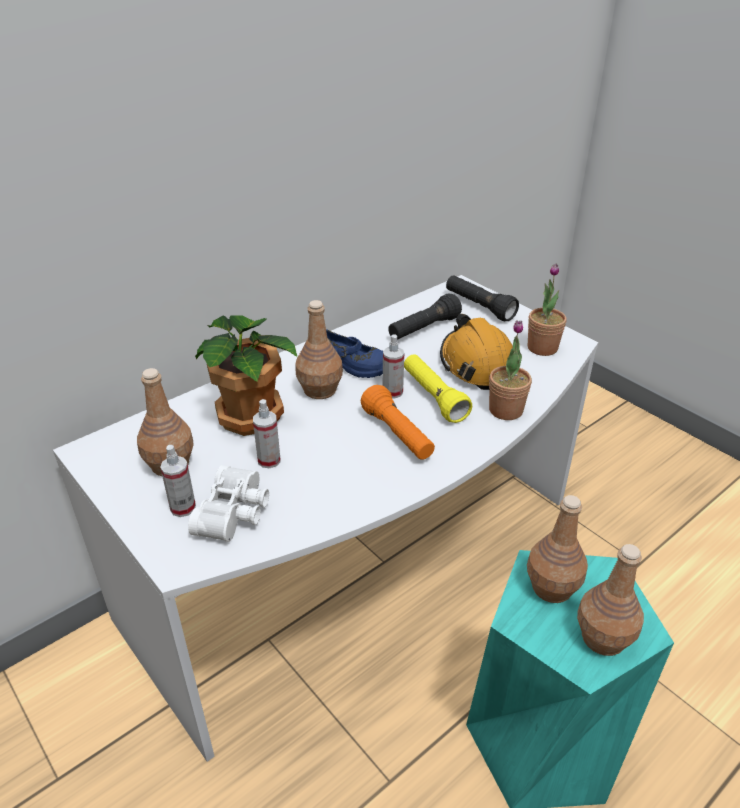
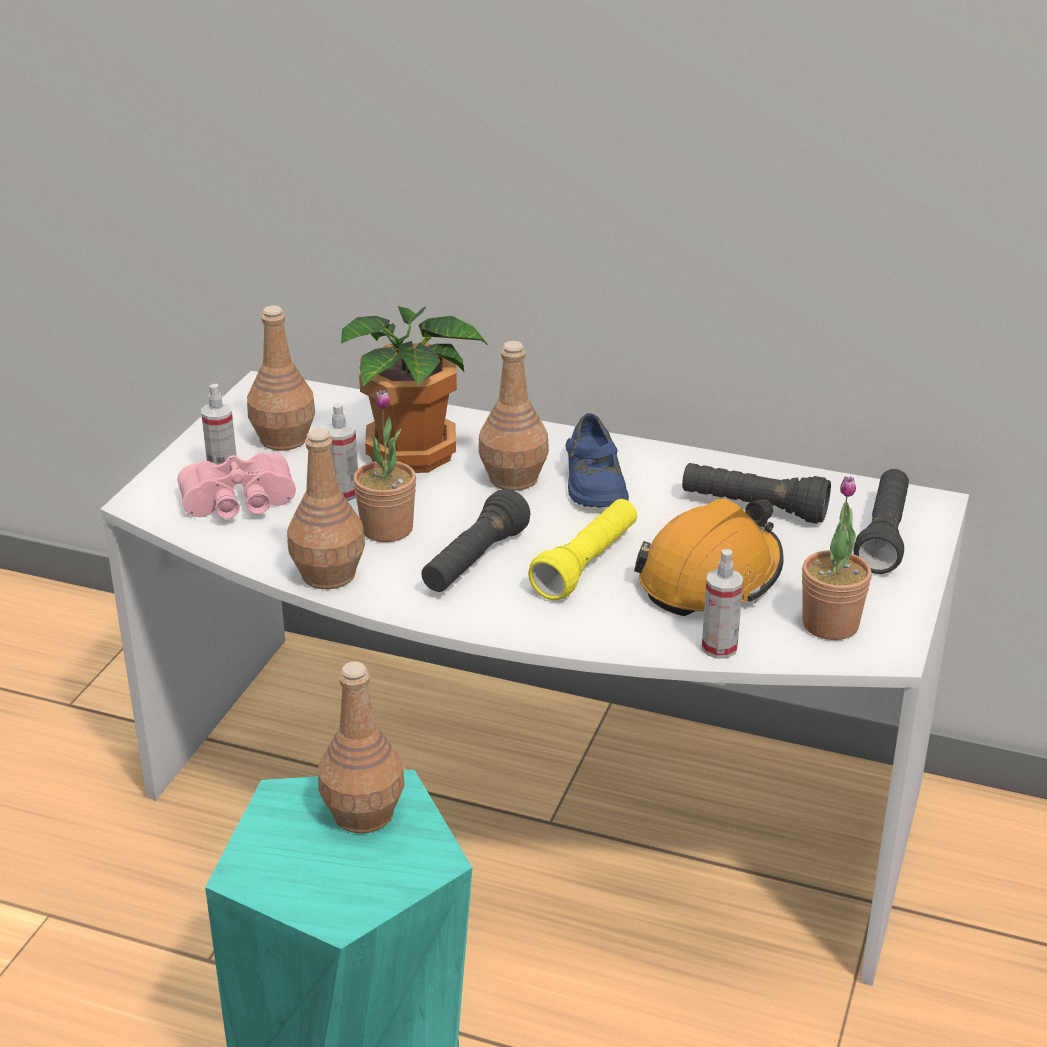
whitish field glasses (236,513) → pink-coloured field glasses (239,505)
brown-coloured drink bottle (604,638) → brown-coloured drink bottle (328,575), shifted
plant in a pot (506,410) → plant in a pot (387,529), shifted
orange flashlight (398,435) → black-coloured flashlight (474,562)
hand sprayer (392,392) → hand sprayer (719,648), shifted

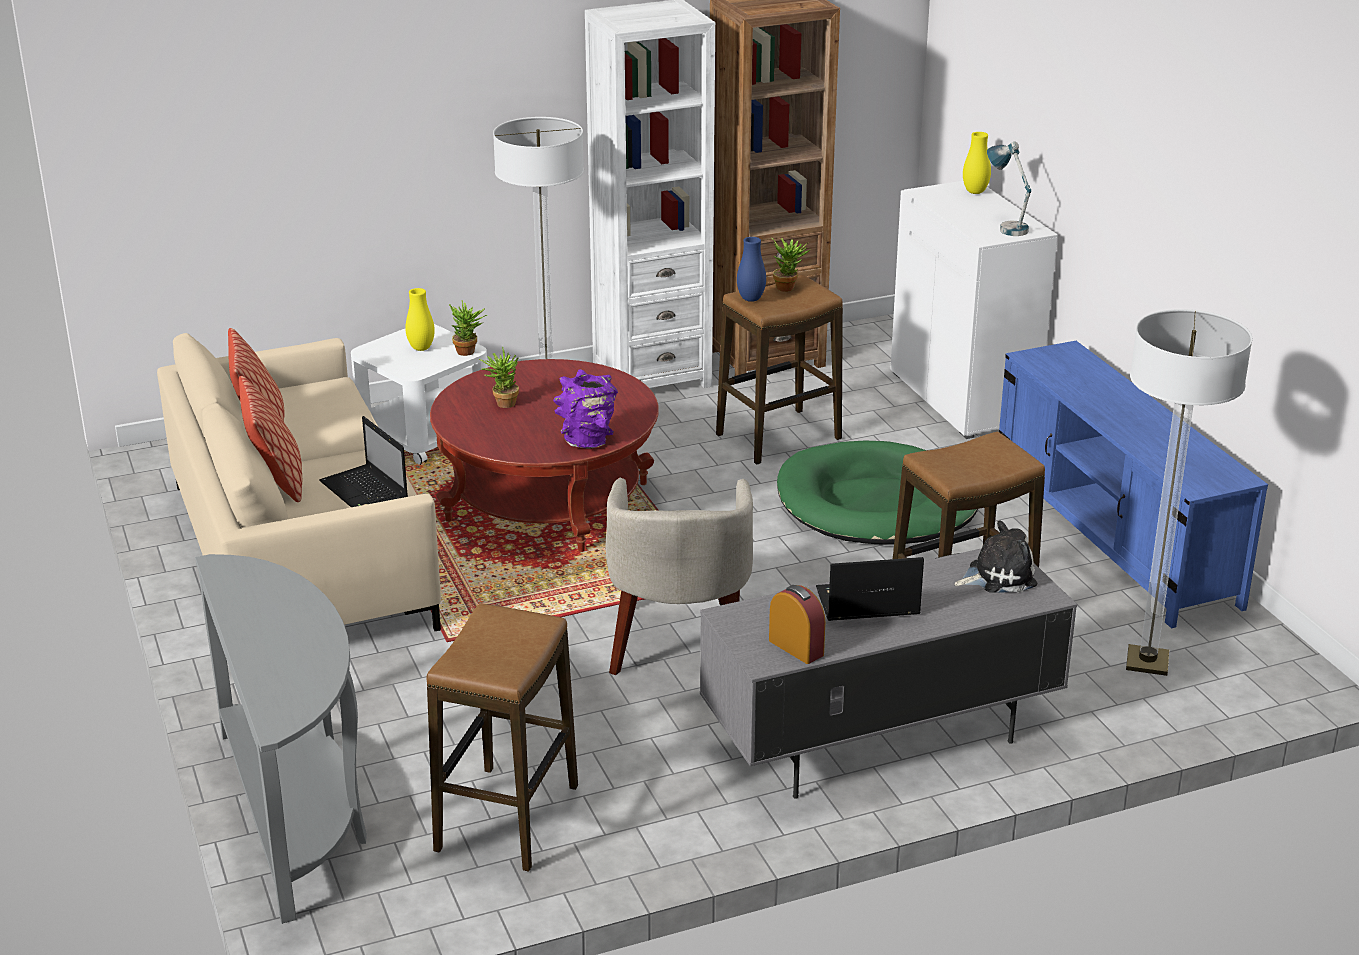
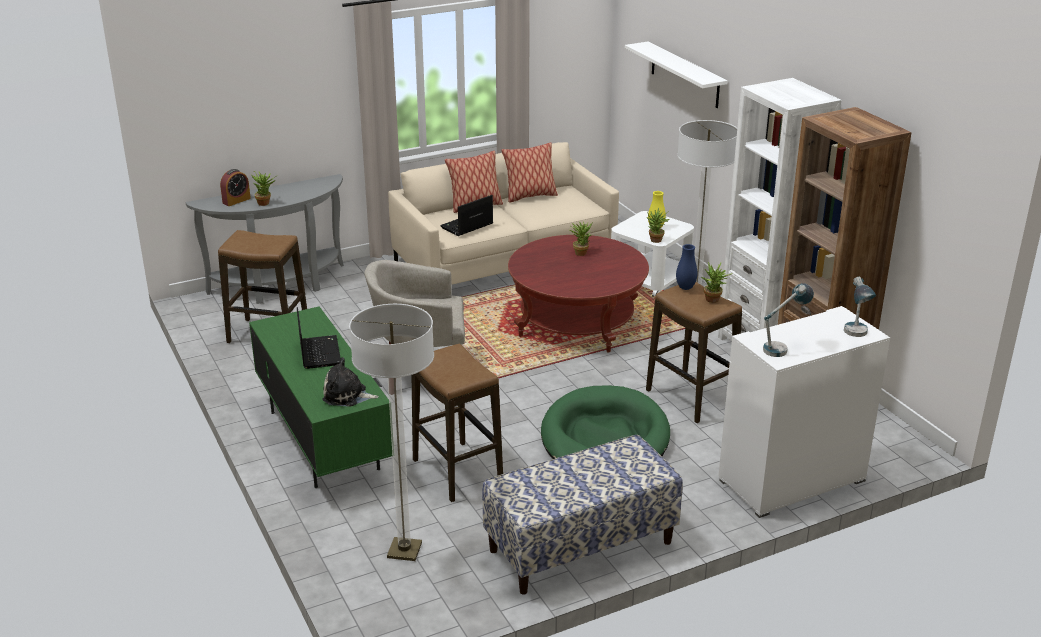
alarm clock (796,647) → alarm clock (236,200), shifted
greyish tv stand (879,740) → green-coloured tv stand (322,440)
- → plant in a pot (266,203)
soft toy (997,576) → soft toy (347,396), 120 degrees clockwise
blue tv stand (1114,536) → long seat (580,547)
- → whitish shelf (685,75)
yellowish decorative vase (975,192) → tabletop lamp (855,336)
purple-coloured decorative vase (588,440) → -

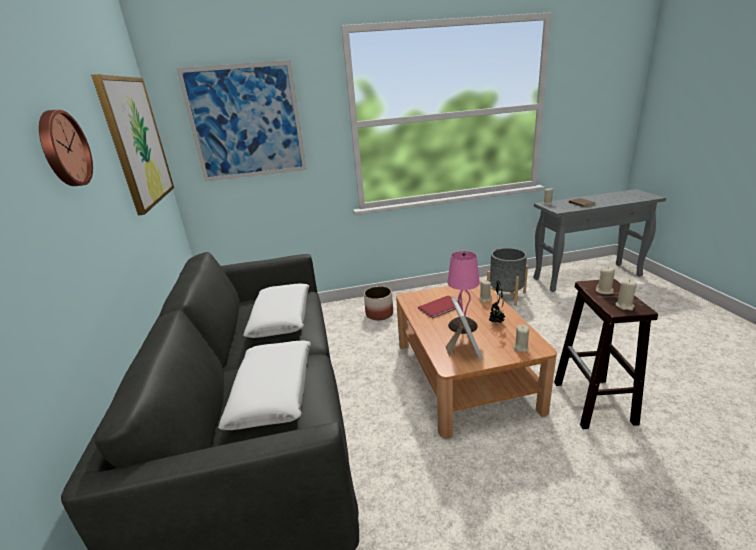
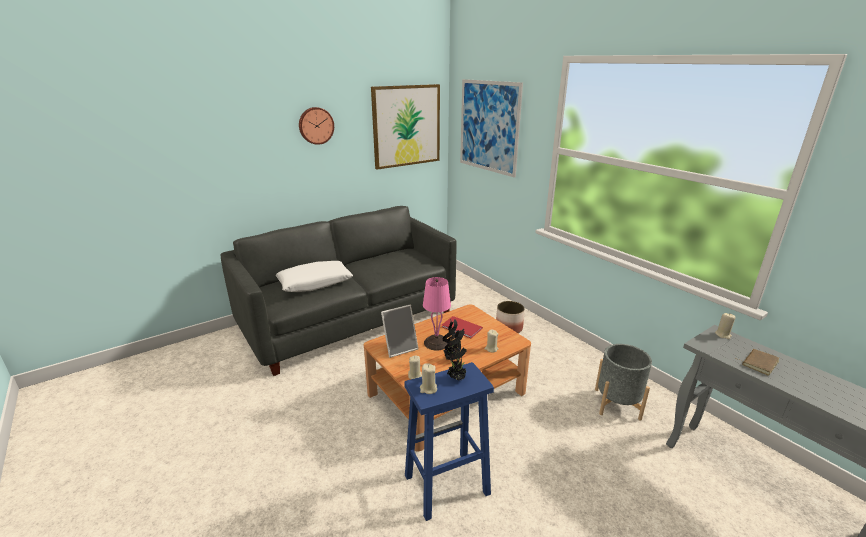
brown-coloured stool seat (594,403) → blue stool seat (445,485)
beige-coloured candle (604,291) → plant in a pot (457,378)
whitish pillow (281,318) → -

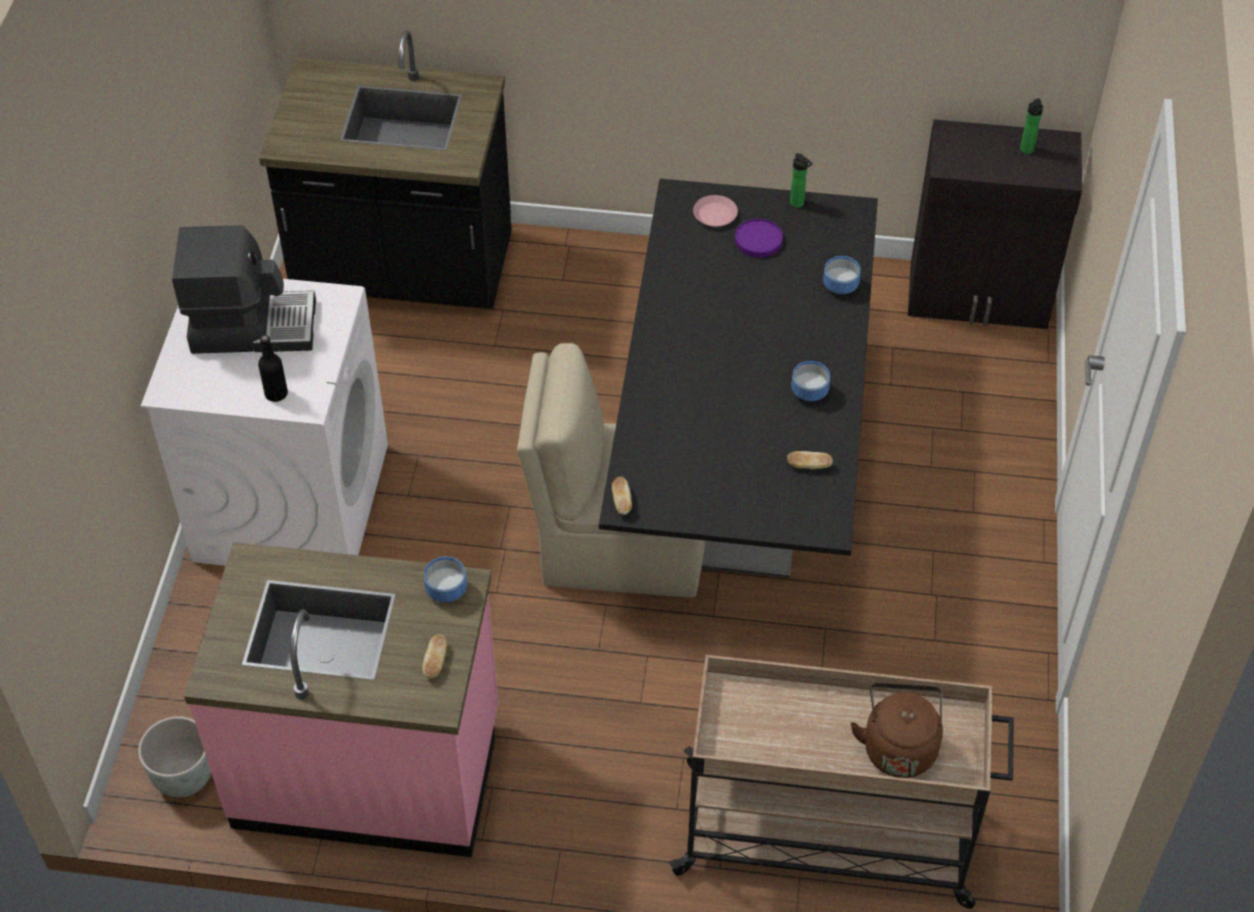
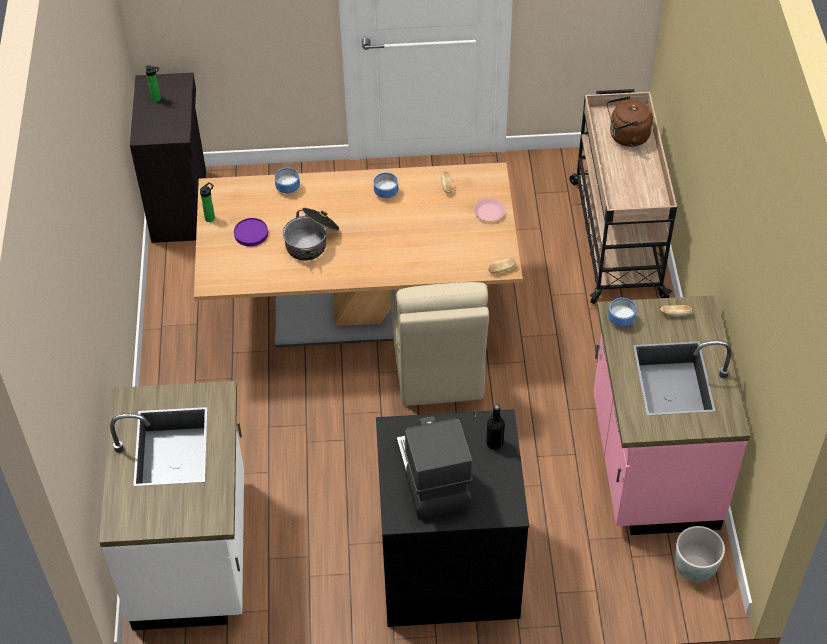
black-coloured counter (403,269) → whitish counter (194,552)
black-coloured dining table (739,471) → beige-coloured dining table (361,311)
- → cooking pot (312,241)
whitish laundry appliance (291,501) → black-coloured laundry appliance (448,568)
pink-coloured flat dish (714,214) → pink-coloured flat dish (489,212), shifted

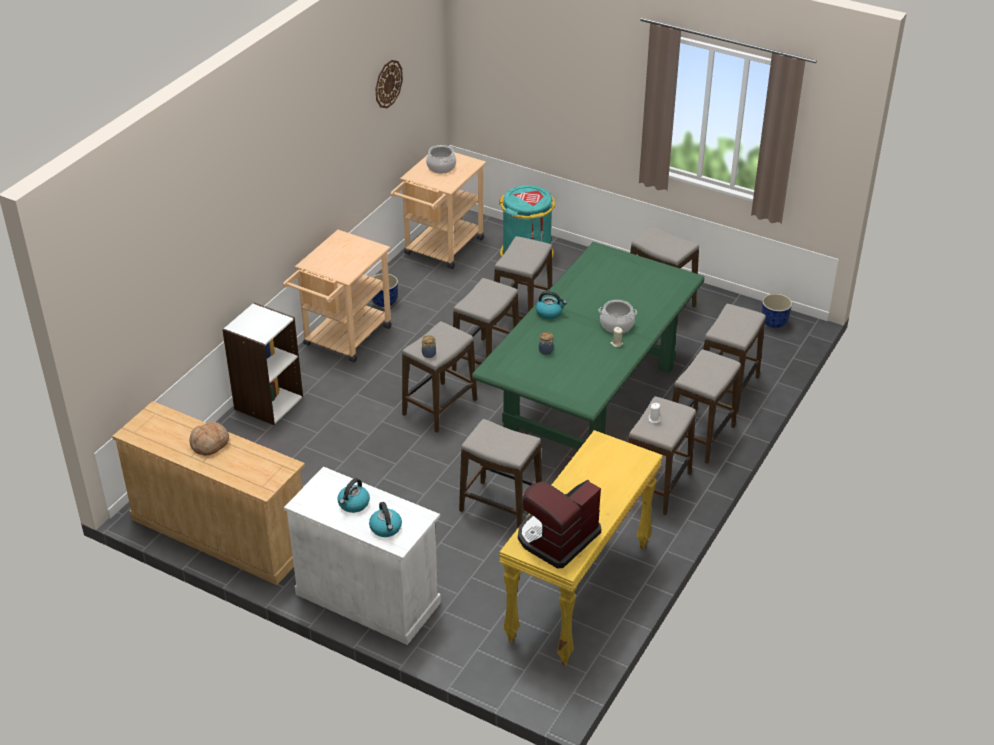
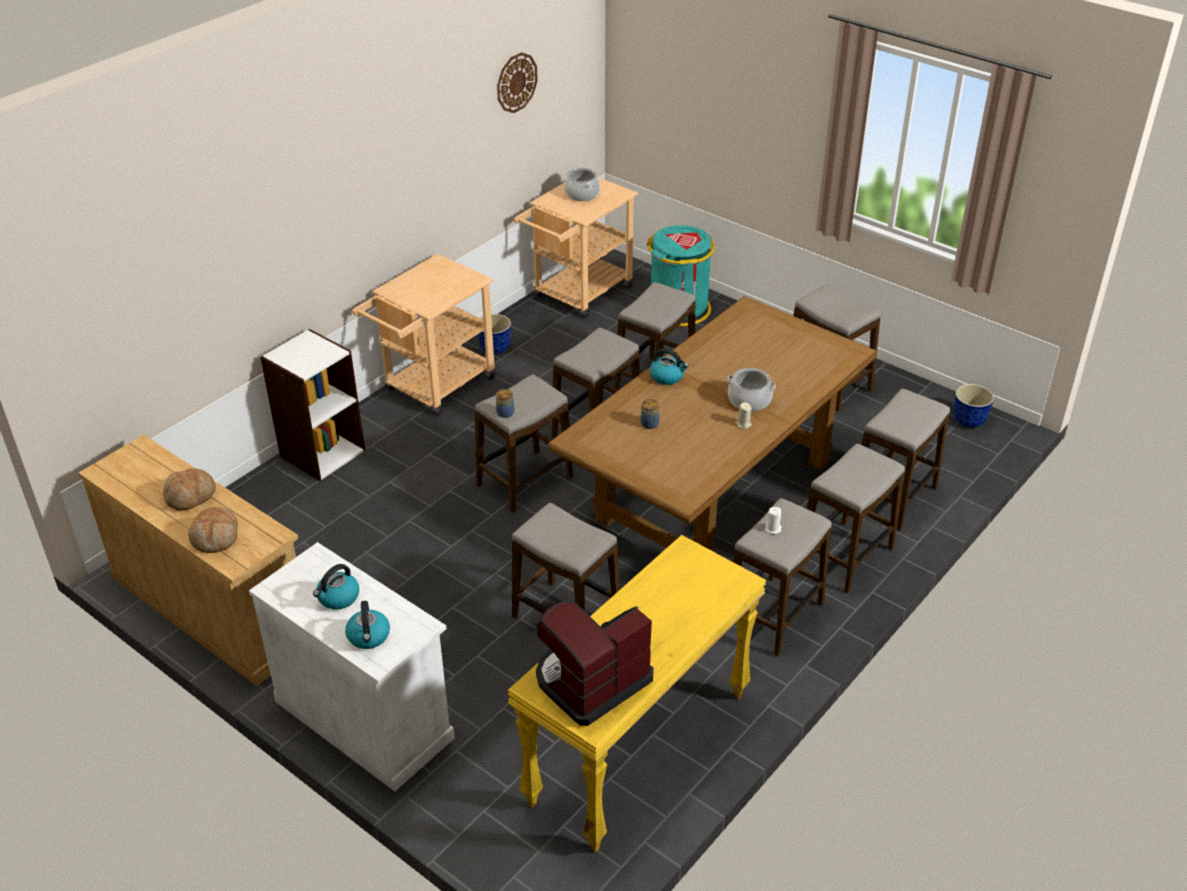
- → baked bread (216,537)
green-coloured dining table (589,399) → brown-coloured dining table (713,492)

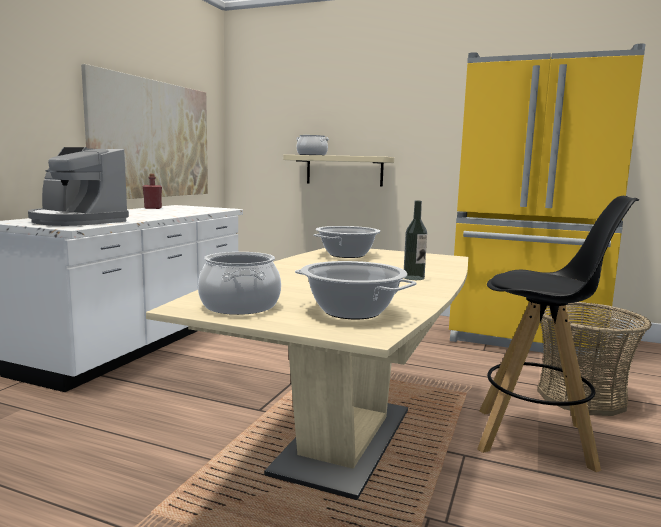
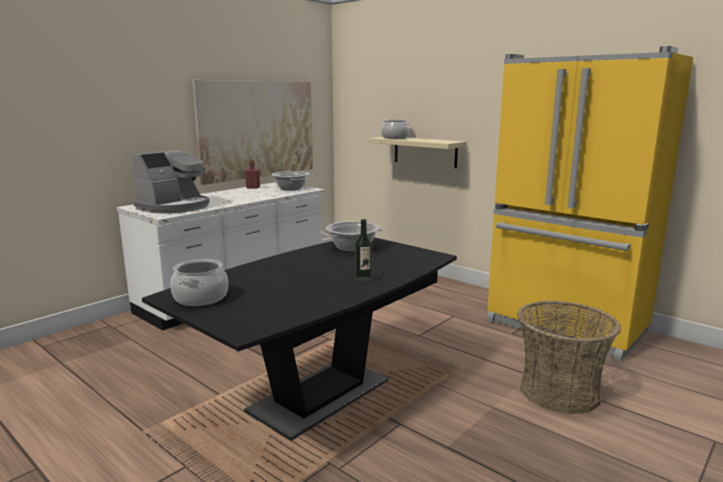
coffee maker (76,221) → coffee maker (175,207), 105 degrees counterclockwise
beige-coloured dining table (344,440) → black-coloured dining table (319,396)
cooking pot (352,311) → cooking pot (291,188), shifted
black-coloured stool seat (536,438) → -

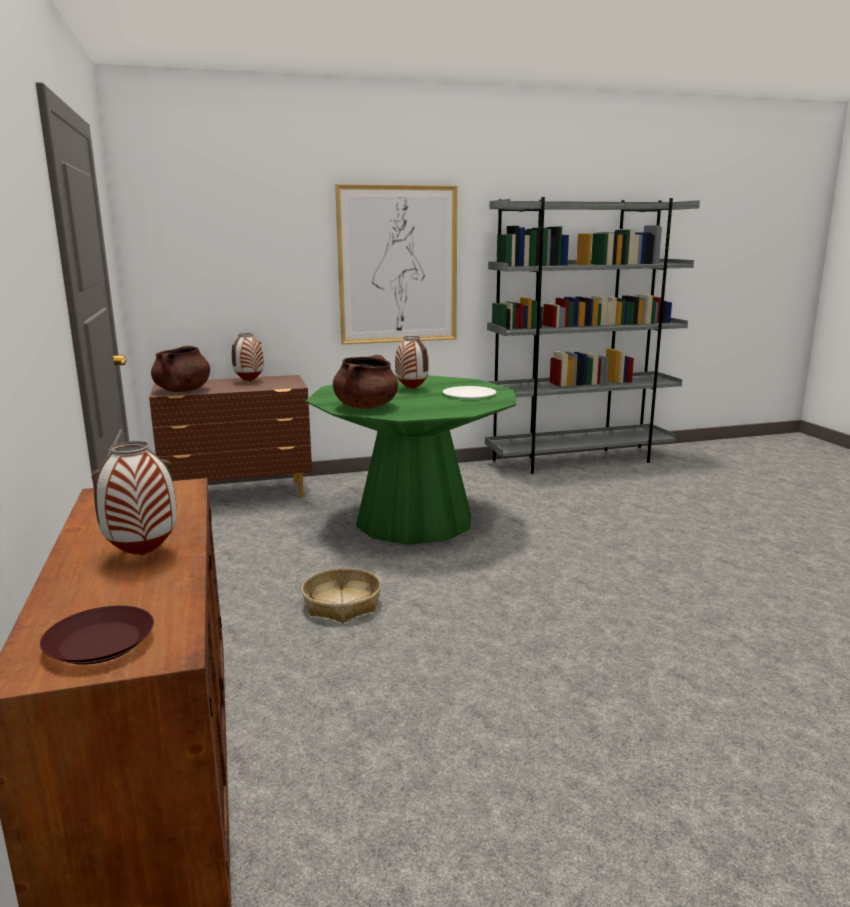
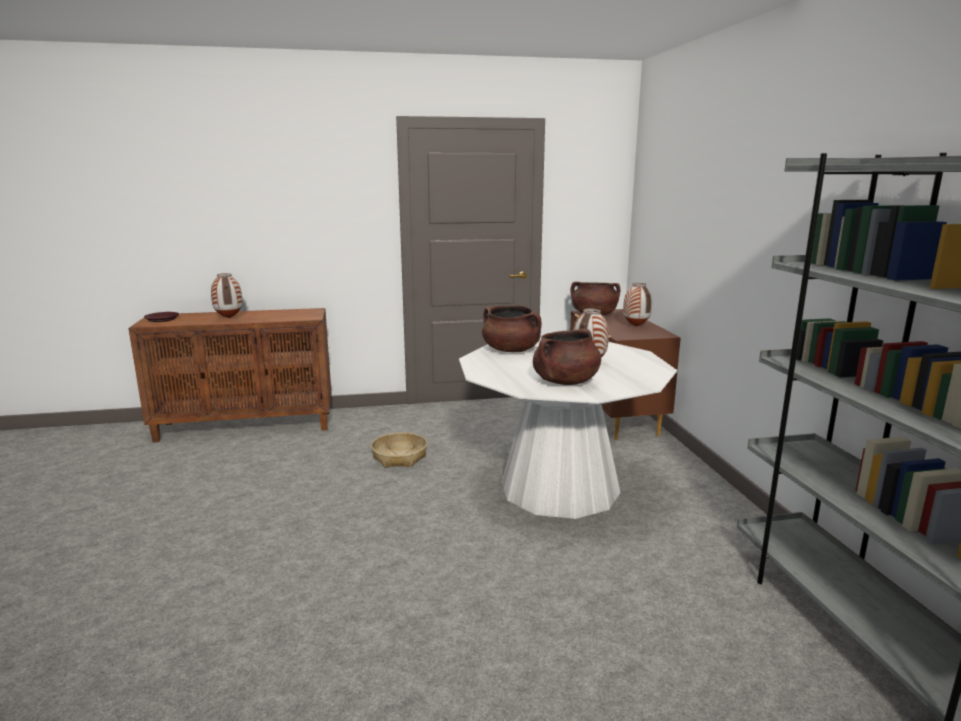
green-coloured dining table (414,520) → whitish dining table (559,487)
whitish flat dish (469,394) → brown-coloured cooking pot (565,382)
picture (398,265) → -

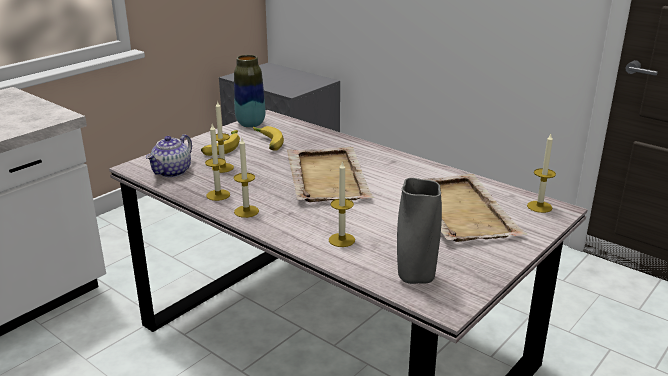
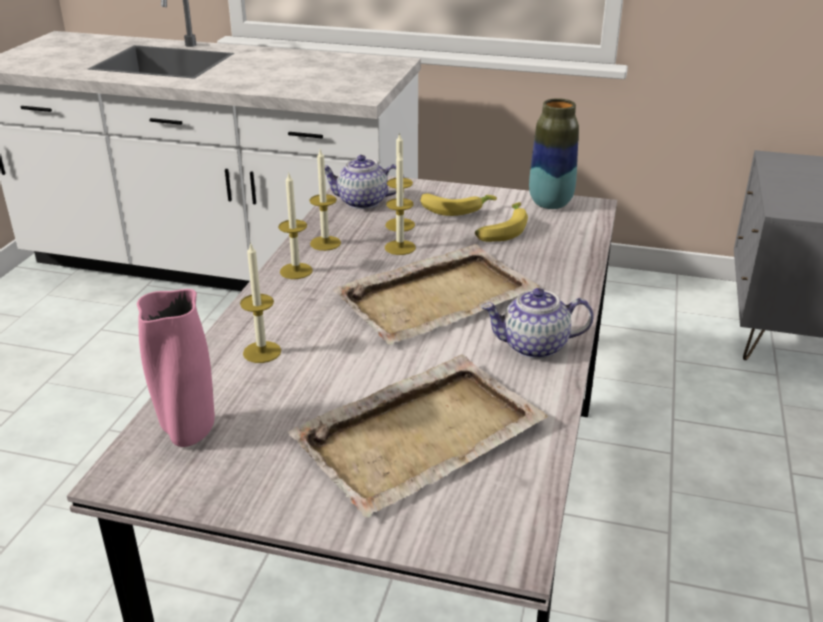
greyish decorative vase (415,278) → pink-coloured decorative vase (188,432)
candle (539,206) → candle (400,247), shifted
- → teapot (534,347)

